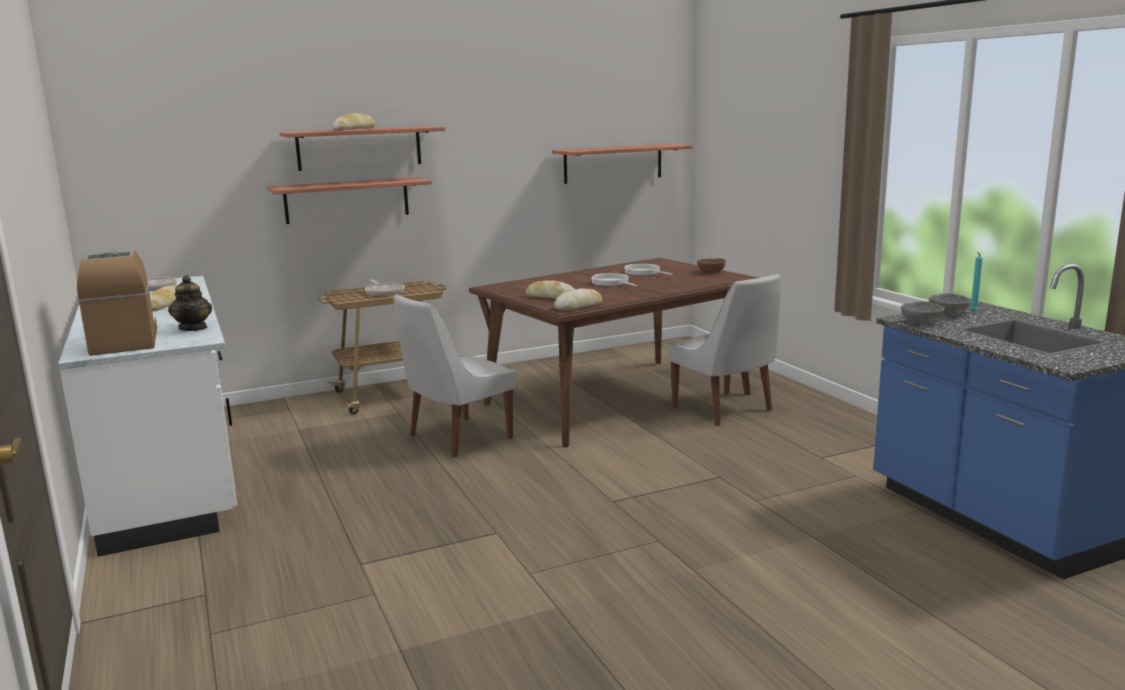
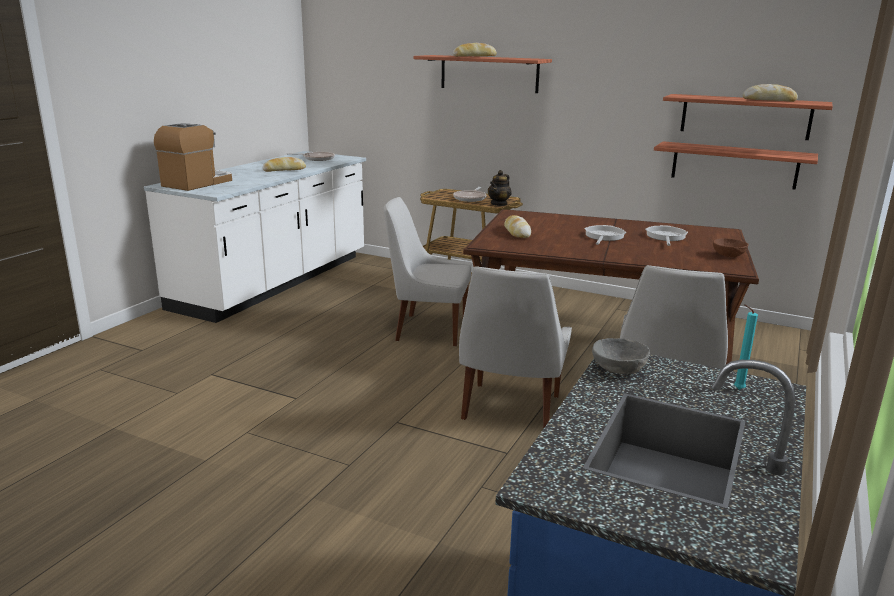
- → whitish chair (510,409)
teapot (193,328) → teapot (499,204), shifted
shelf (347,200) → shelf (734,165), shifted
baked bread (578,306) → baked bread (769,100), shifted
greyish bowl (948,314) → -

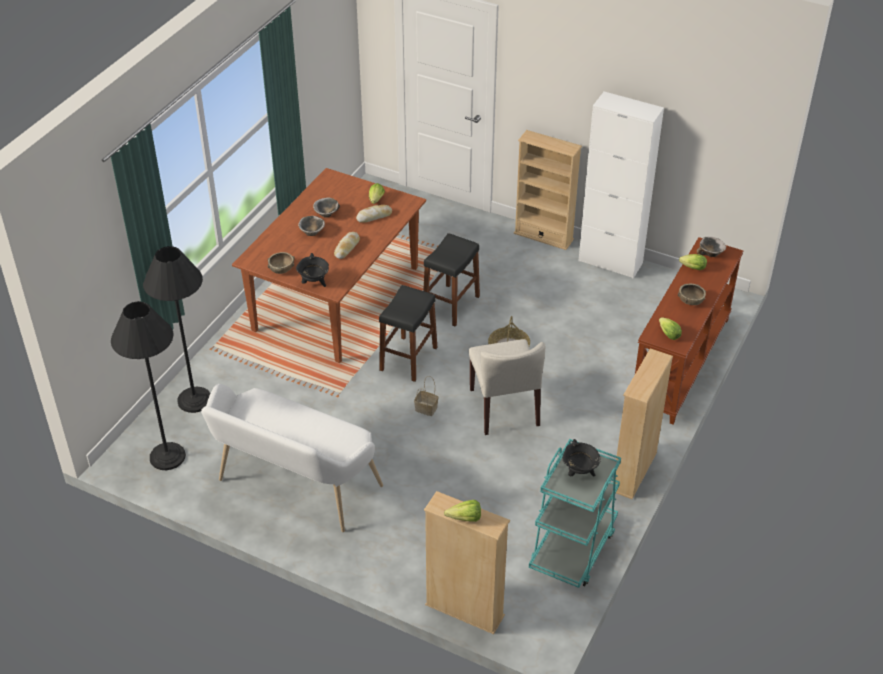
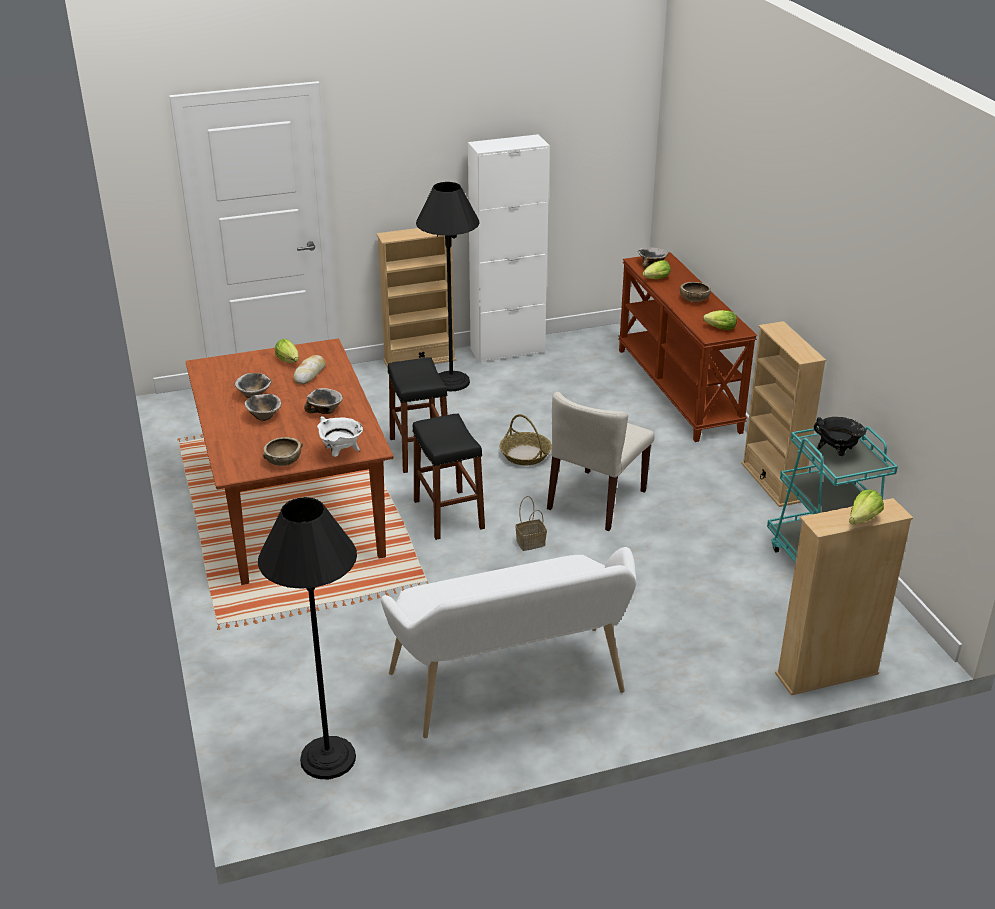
baked bread (347,248) → bowl (325,410)
black-coloured cooking pot (314,283) → whitish cooking pot (341,454)
black-coloured standing lamp (195,400) → black-coloured standing lamp (451,382), shifted
beige-coloured chair (504,407) → beige-coloured chair (597,500), 90 degrees clockwise

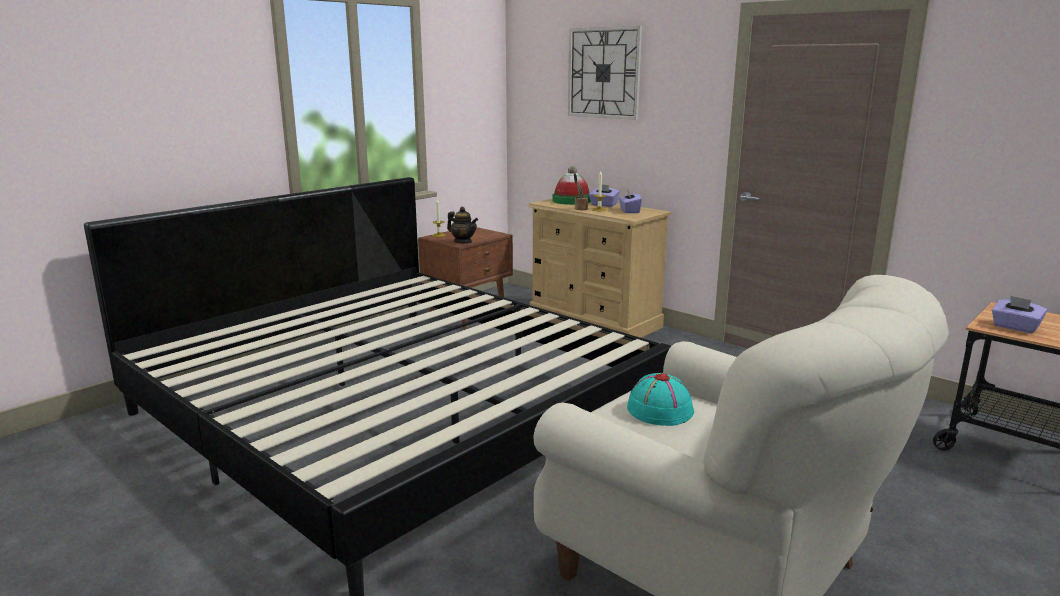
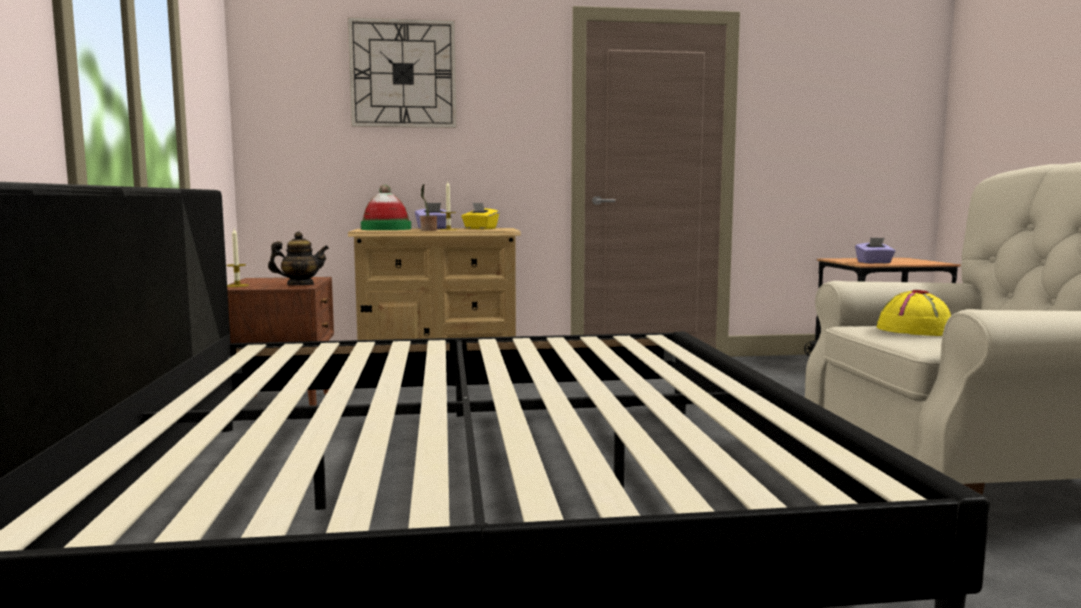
purple-coloured box of tissues (629,211) → yellowish box of tissues (480,229)
blue-green clothing hat (659,410) → yellowish clothing hat (913,330)

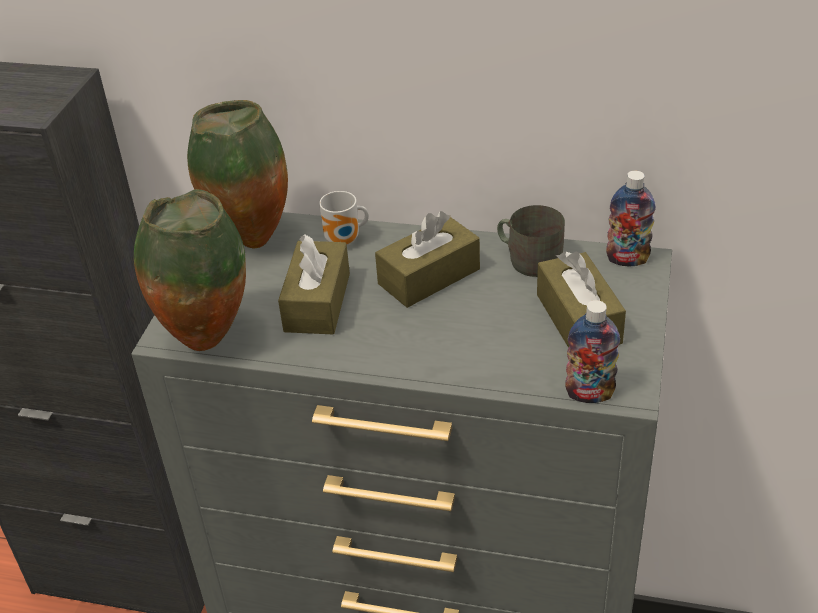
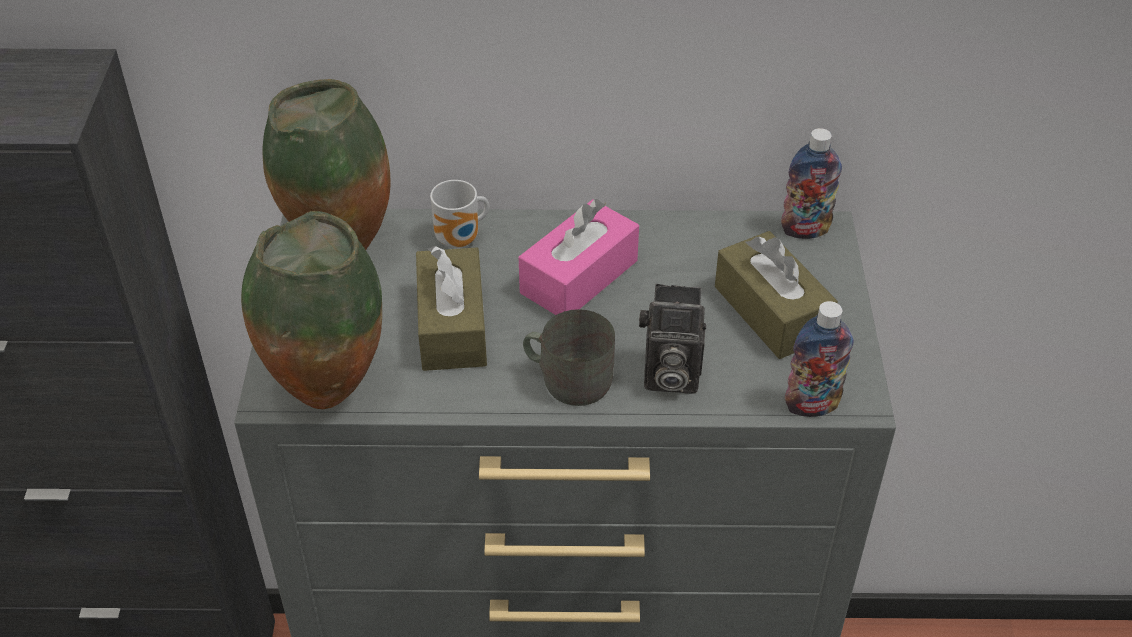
brown-coloured box of tissues (429,276) → pink-coloured box of tissues (579,277)
greyish mug (529,258) → greyish mug (568,378), shifted
- → photo camera (668,376)

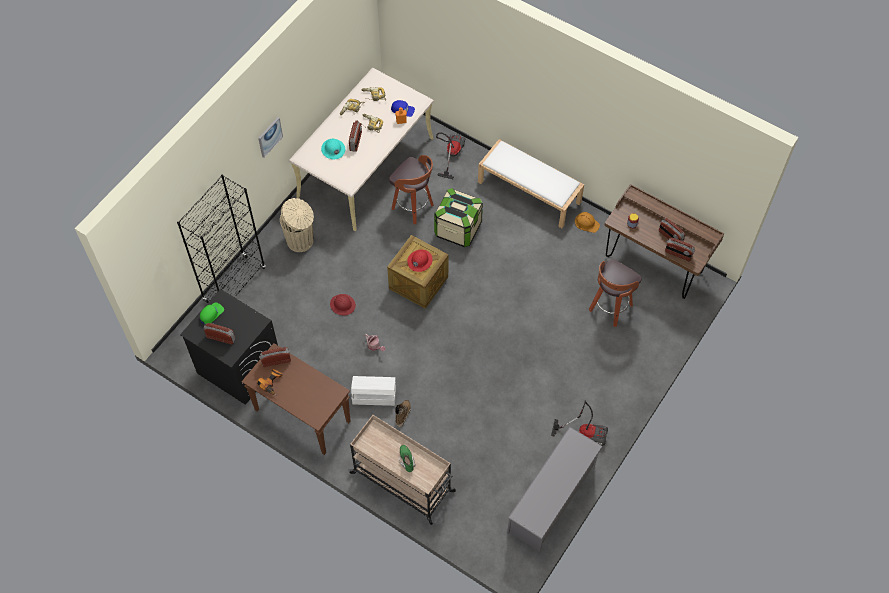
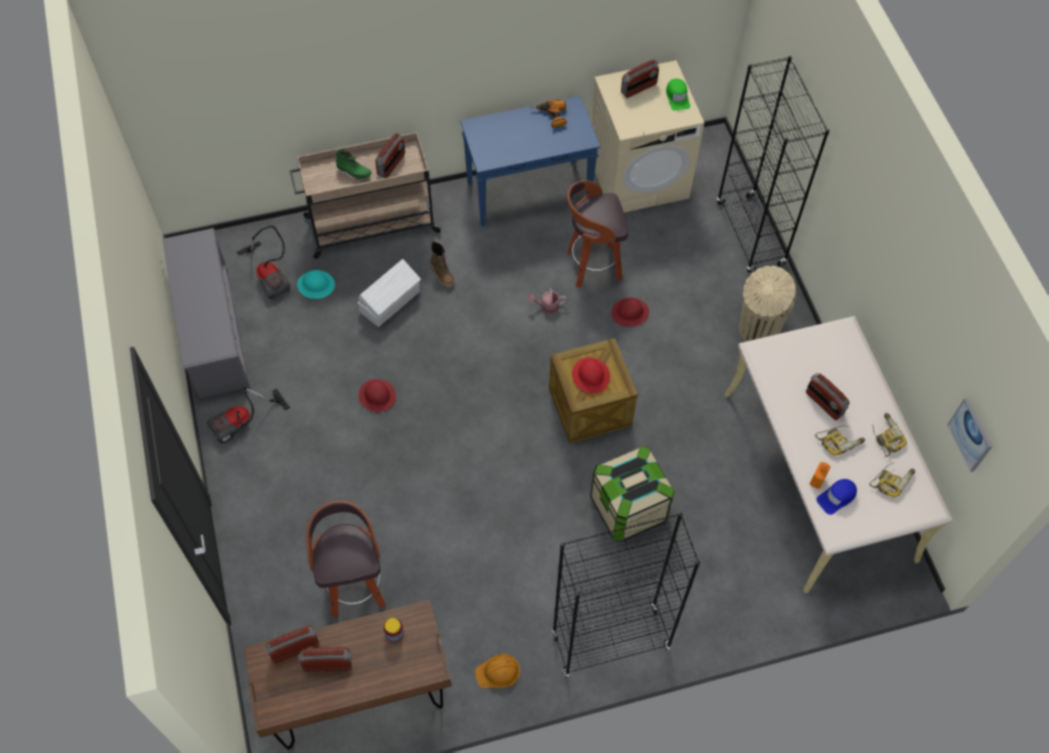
vacuum (451,154) → vacuum (270,275), shifted
blue-green hard hat (333,149) → blue-green hard hat (316,285), shifted
whitish storage container (373,395) → whitish storage container (391,302), shifted
- → red hard hat (377,396)
radio (276,361) → radio (391,164), shifted
brown-coloured hall table (301,416) → blue hall table (529,192)
whitish long seat (530,192) → black-coloured bookshelf (610,642)
stool seat (413,207) → stool seat (592,266), shifted
black-coloured laundry appliance (238,367) → beige-coloured laundry appliance (639,177)
picture (270,137) → picture (970,434), shifted

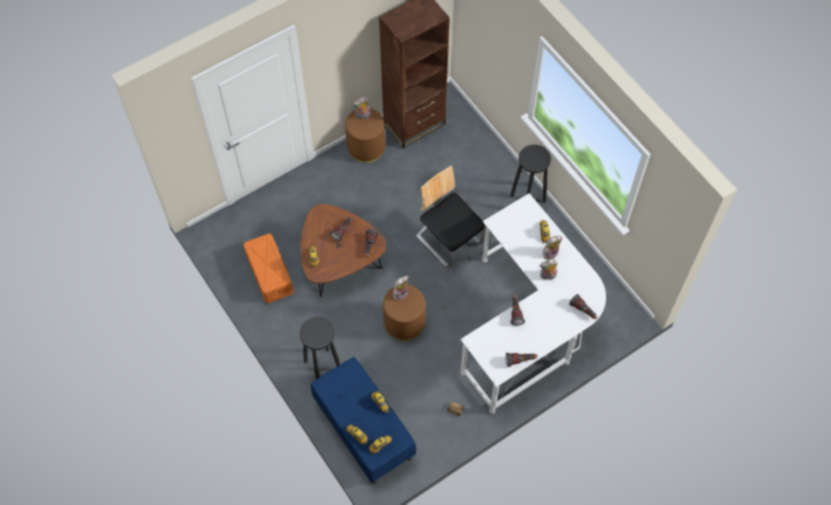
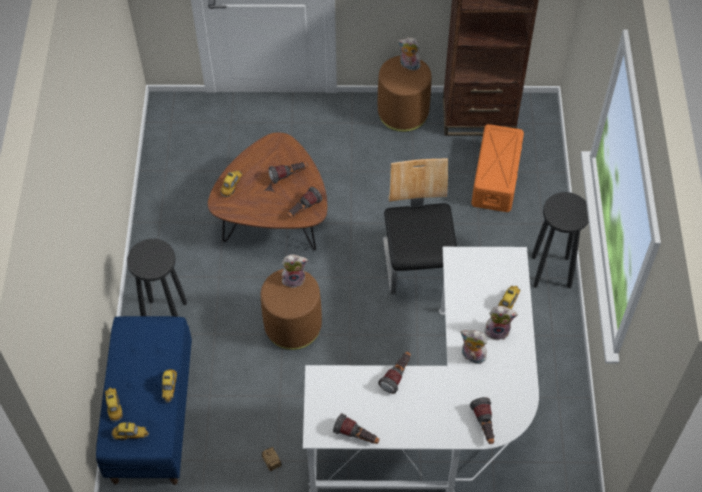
orange storage container (269,273) → orange storage container (496,177), shifted

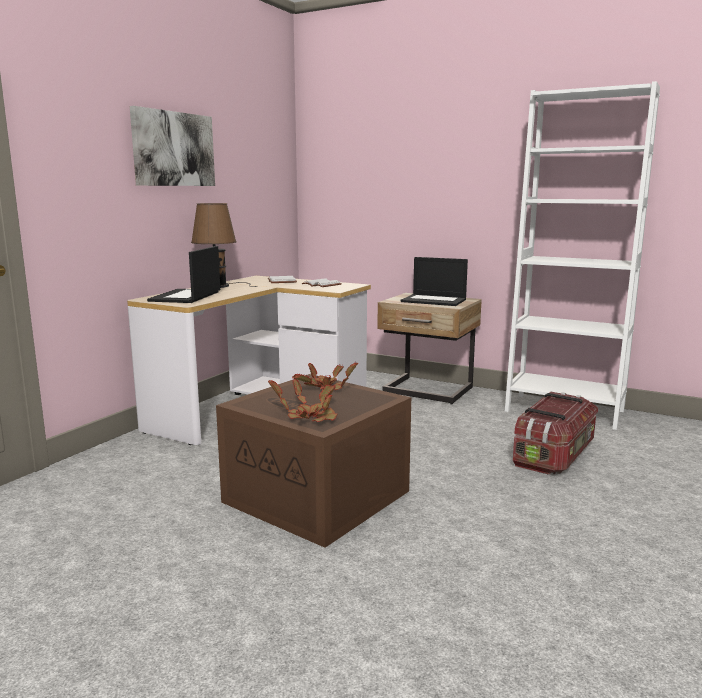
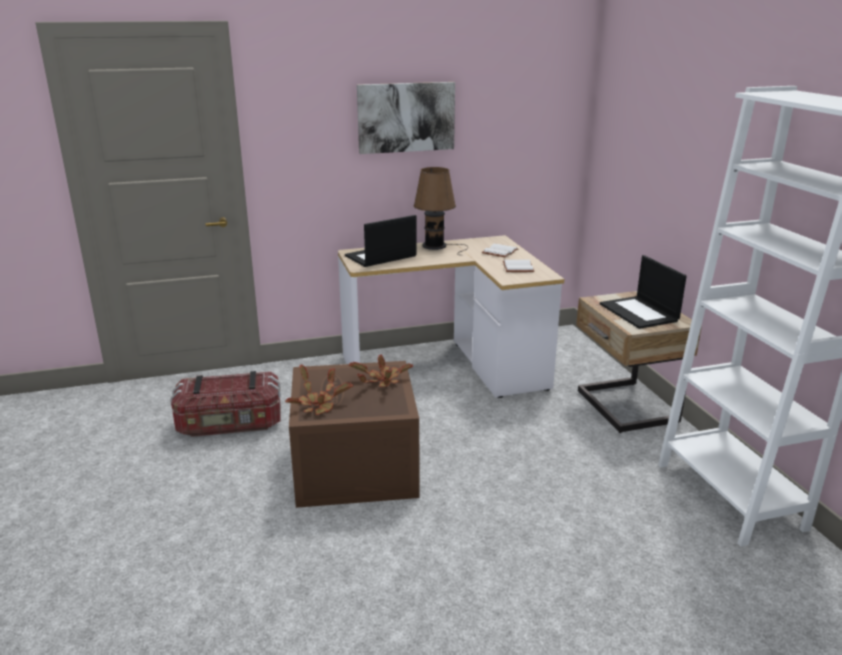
storage container (554,455) → storage container (230,424), shifted

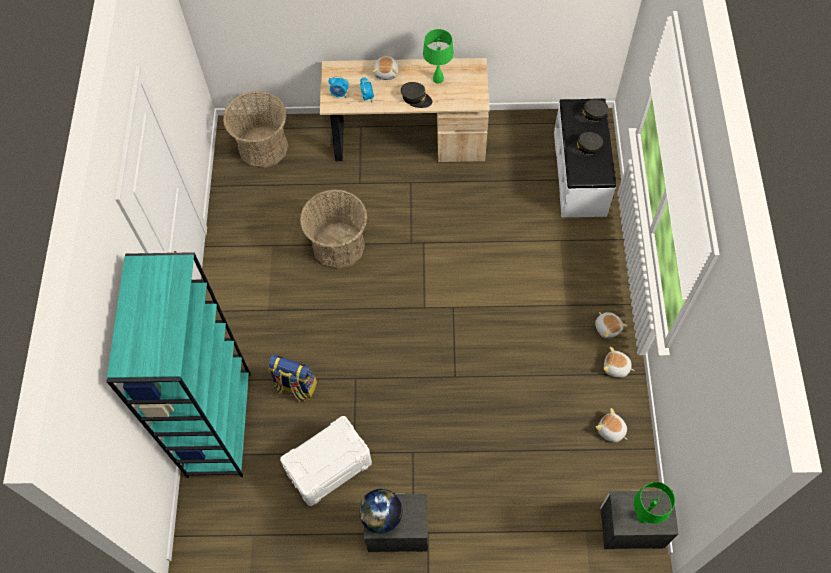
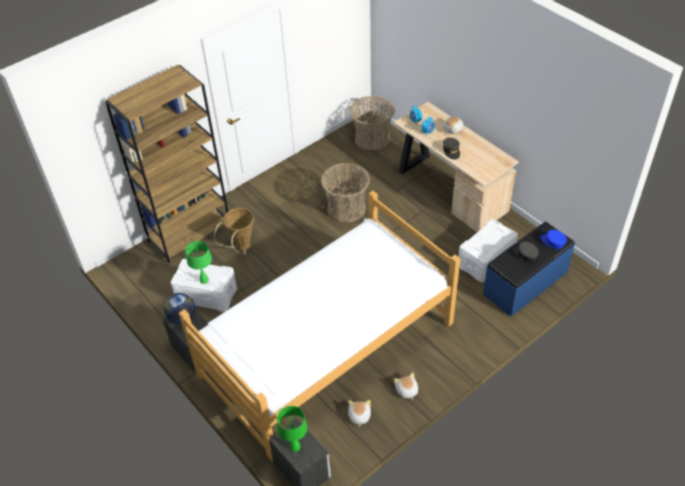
blue-green bookshelf (218,423) → brown-coloured bookshelf (190,233)
- → bed (326,348)
green-coloured tabletop lamp (438,79) → green-coloured tabletop lamp (204,280), shifted
backpack (295,386) → household basket (241,248)
- → whitish storage container (486,260)
whitish long seat (580,173) → blue long seat (526,283)
greyish cap (591,115) → blue cap (553,242)
soft toy (608,327) → -

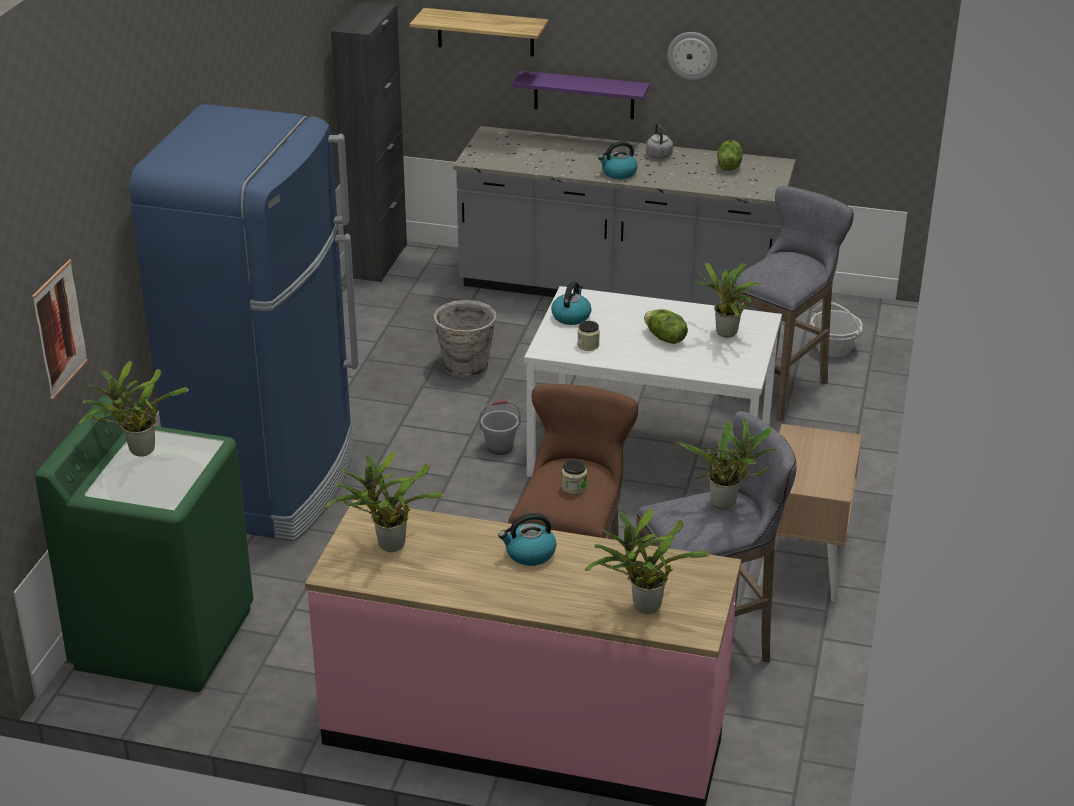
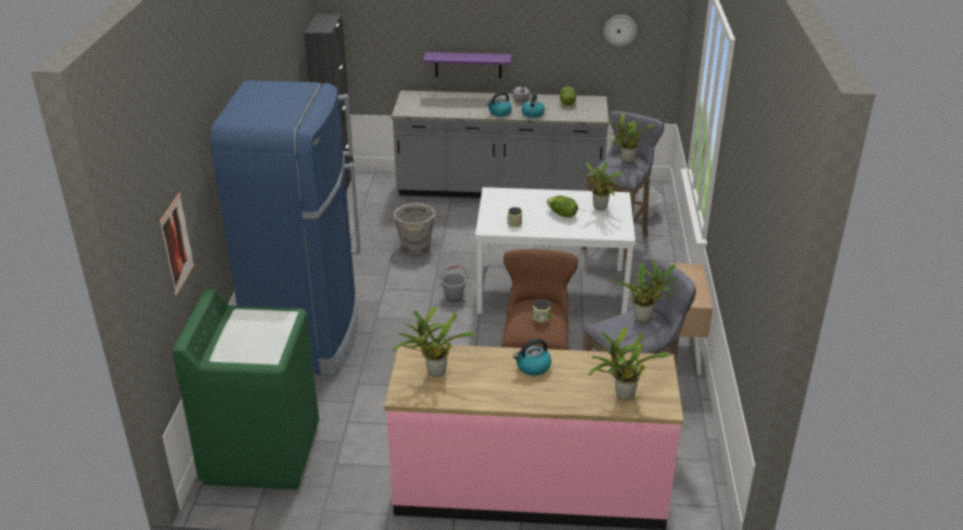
water kettle (571,316) → water kettle (533,113), shifted
hanging clock (692,55) → hanging clock (620,30), shifted
plant in a pot (138,451) → plant in a pot (626,161), shifted
shelf (485,32) → -

